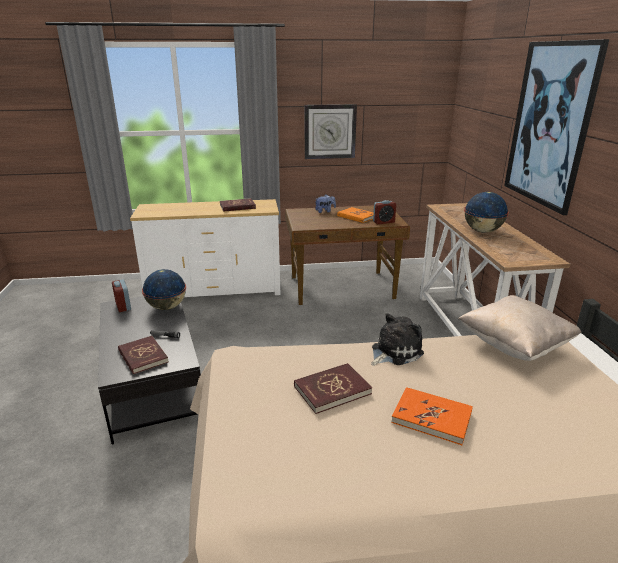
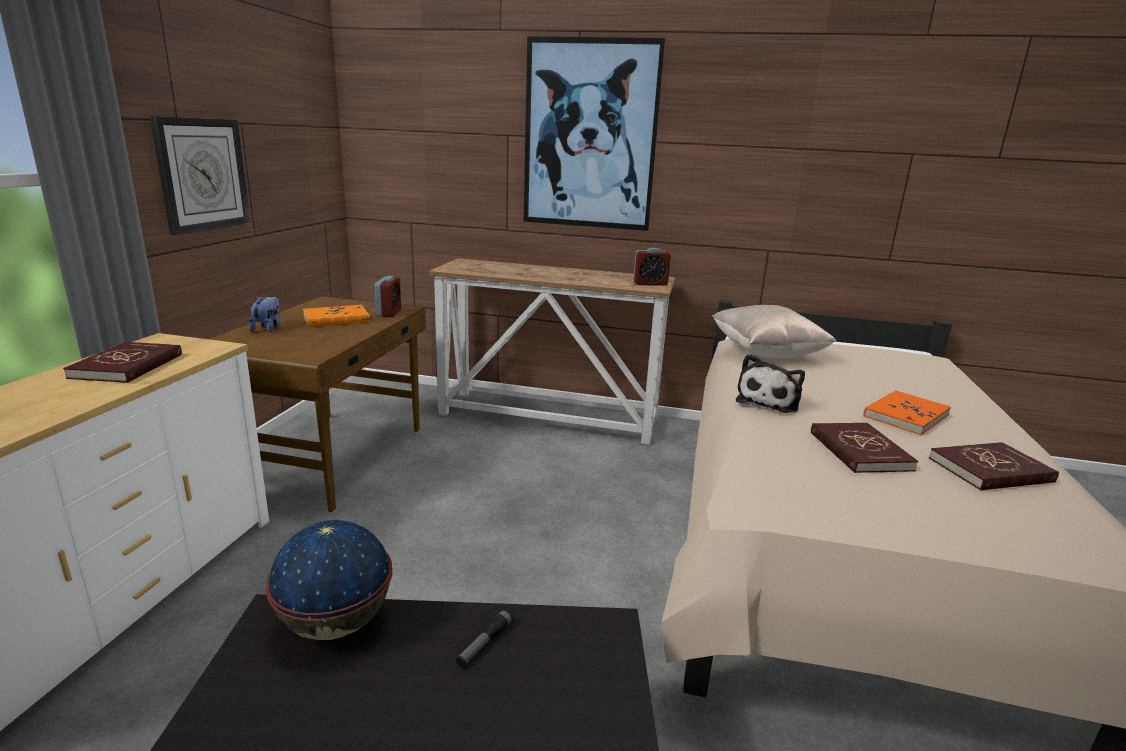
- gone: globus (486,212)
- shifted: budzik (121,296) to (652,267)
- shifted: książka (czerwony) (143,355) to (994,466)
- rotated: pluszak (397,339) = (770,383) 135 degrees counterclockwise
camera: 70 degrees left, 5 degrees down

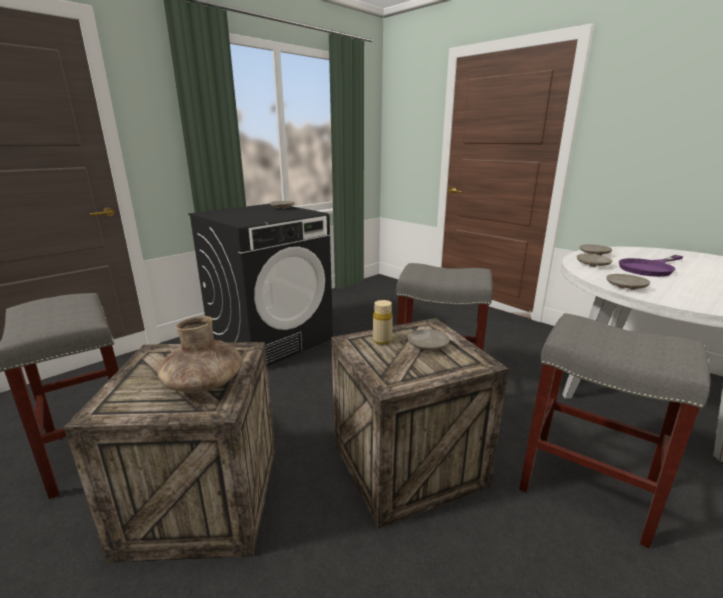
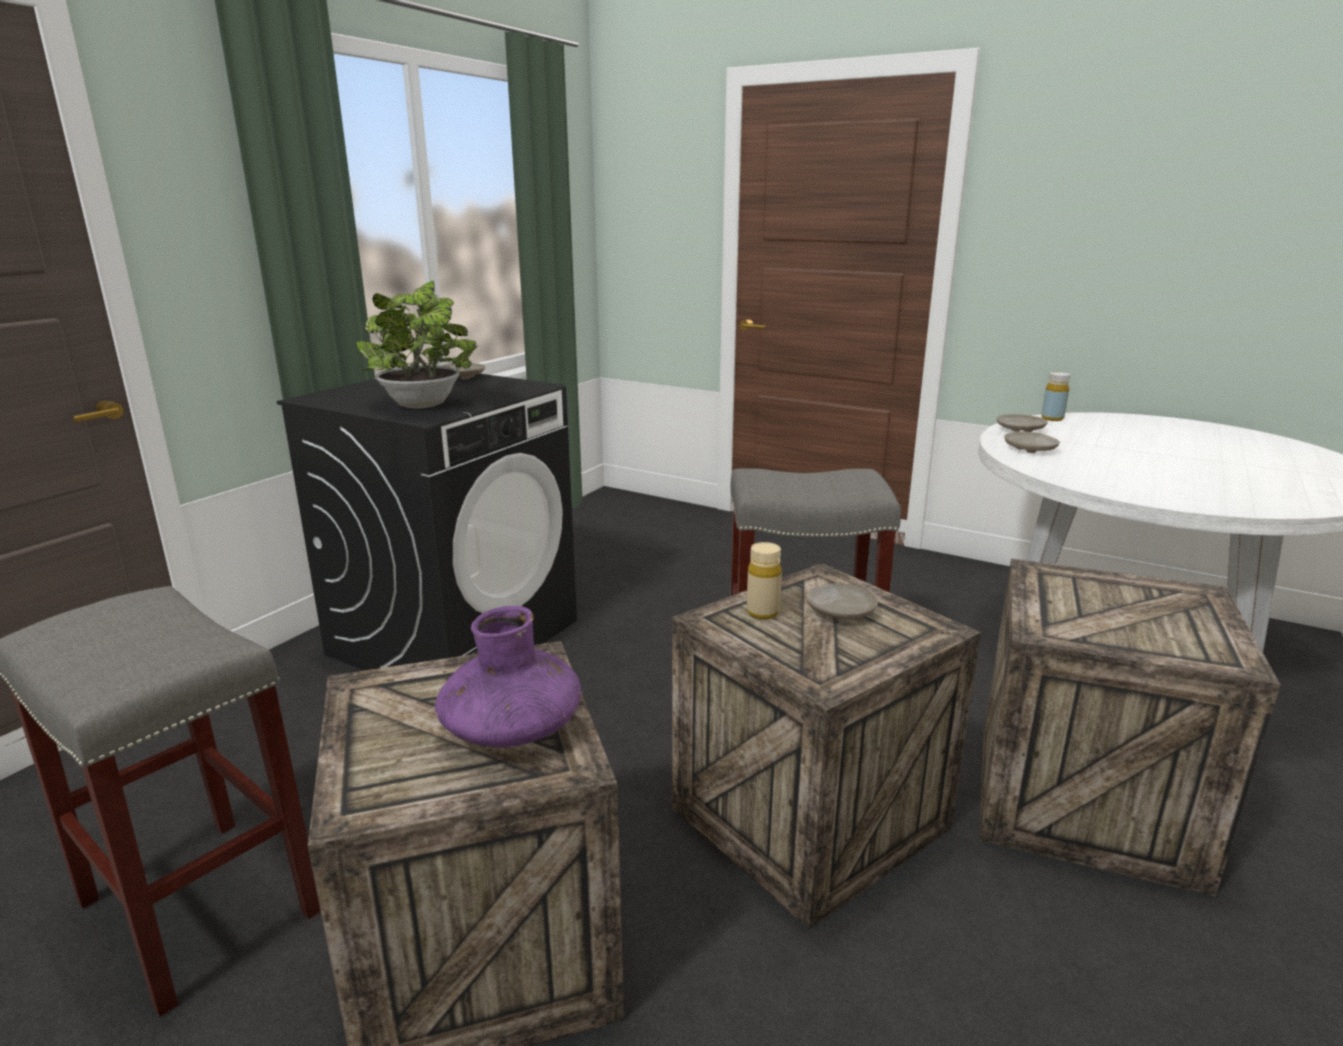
- gone: talerz (beżowy) (628,282)
- gone: patelnia (fioletowy) (651,266)
- new: roślina doniczkowa (417,344)
- new: butelka (żółty) (1055,396)
- swapped: stołek (szary) (614,430) to skrzynka (1130,728)
- repainted: wazon (brązowy) (200,354) to wazon (fioletowy) (508,677)
camera: 15 degrees left, 0 degrees up

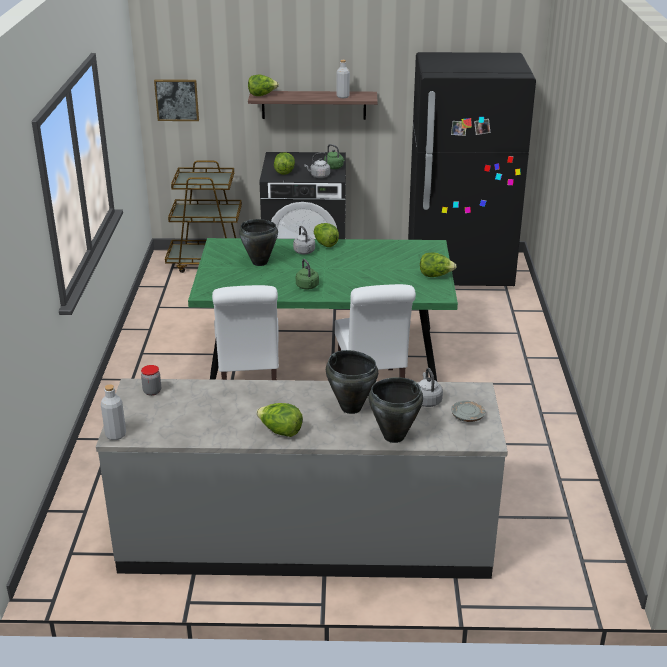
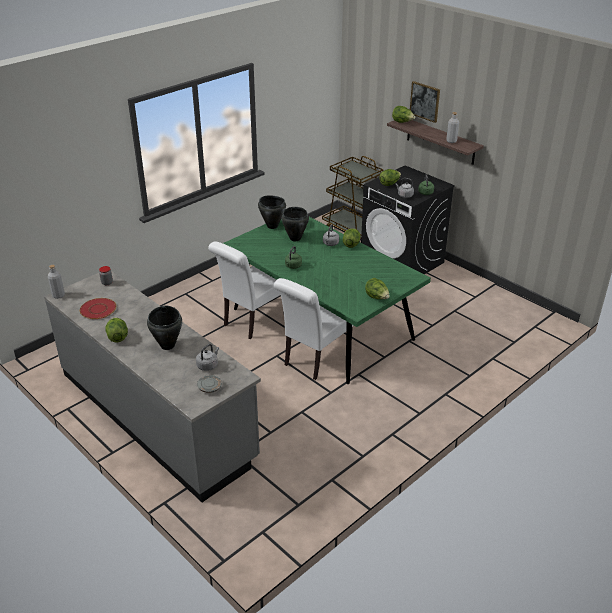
- gone: lodówka (czarny) (472,169)
- new: talerz (czerwony) (98,308)
- shifted: obraz (176,100) to (425,102)
- shifted: garnek (czarny) (395,410) to (272,212)
camera: 45 degrees right, 5 degrees up

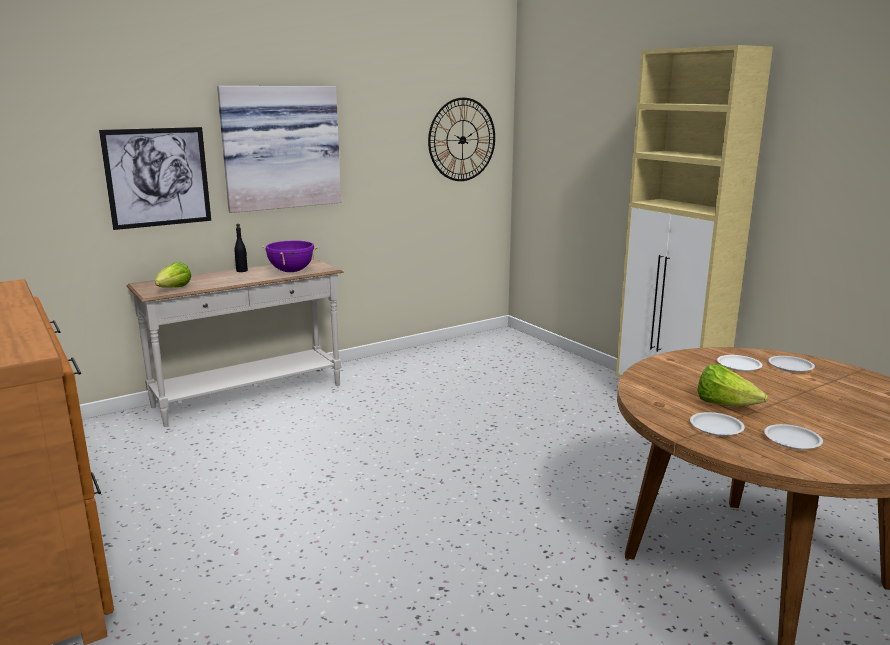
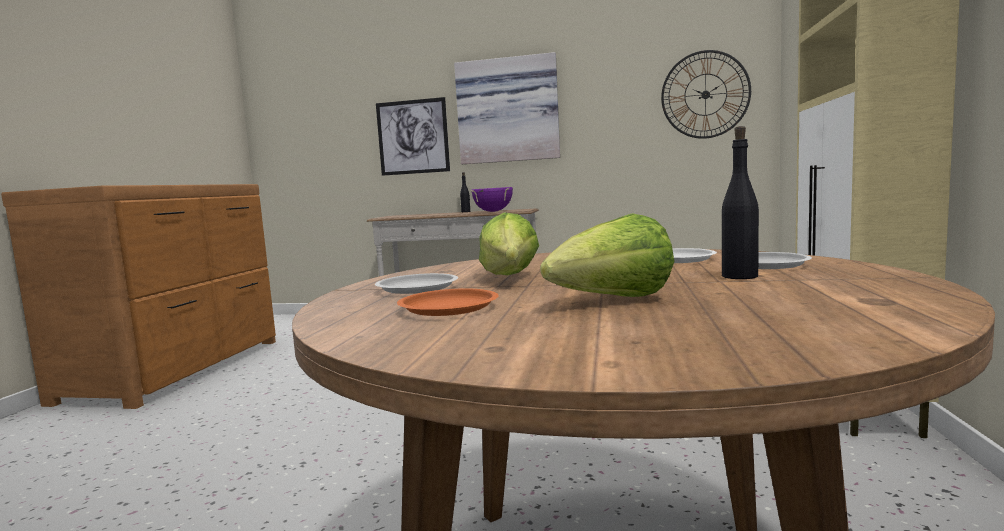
- new: butelka (czarny) (740,202)
- shifted: sałata (173,275) to (607,255)
- repainted: talerz (biały) (793,437) to talerz (pomarańczowy) (448,302)
camera: 45 degrees right, 10 degrees down

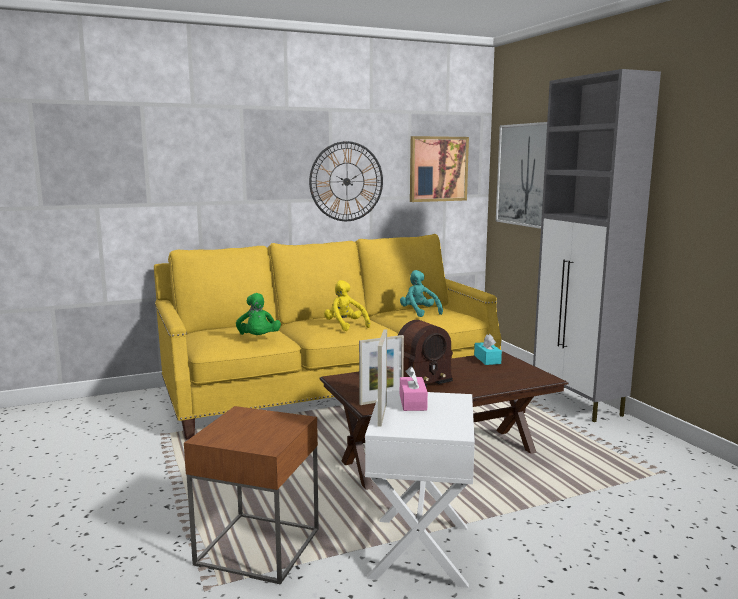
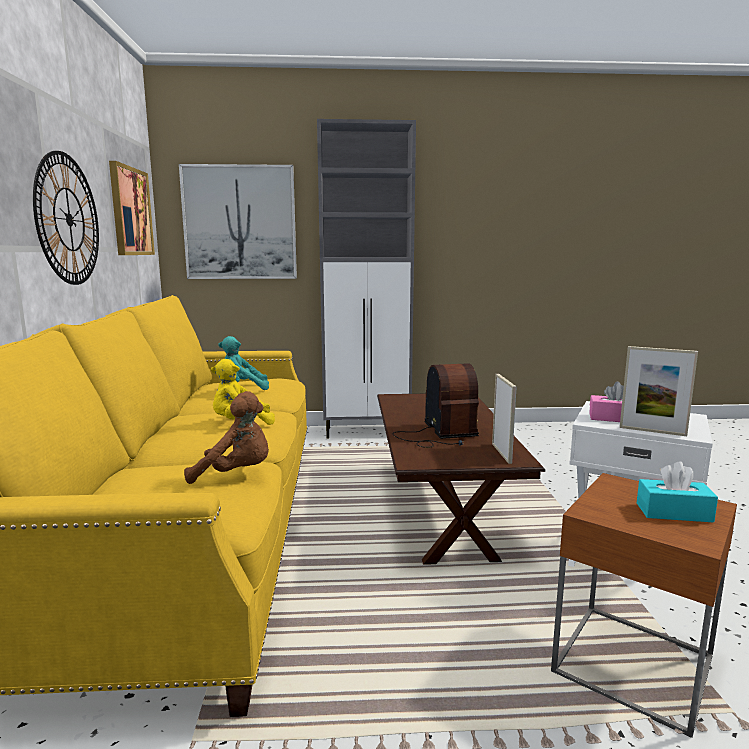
- shifted: pudełko chusteczek (turkusowy) (488,349) to (677,492)
- repainted: pluszak (zielony) (258,314) to pluszak (brązowy) (226,437)
camera: 70 degrees left, 0 degrees up

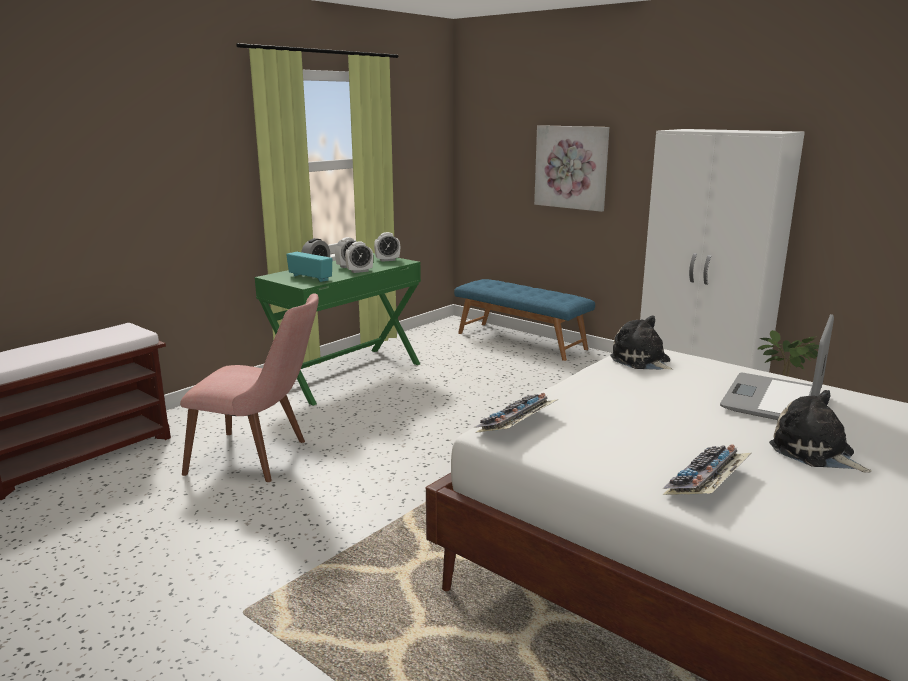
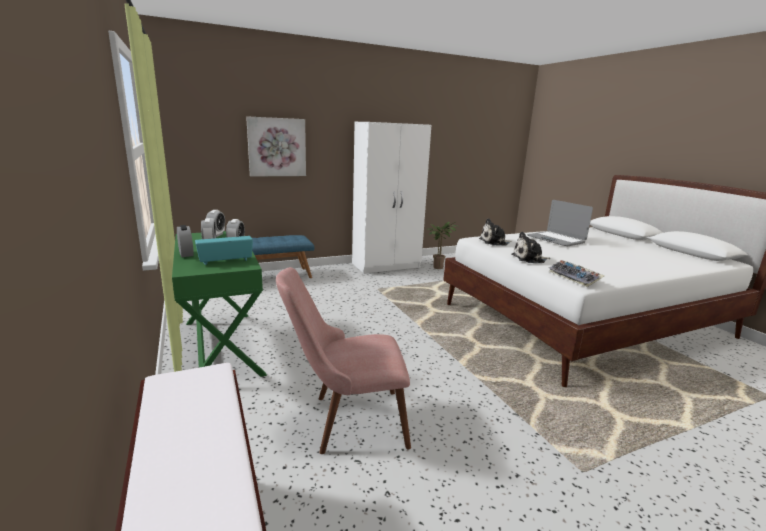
- gone: klawiatura (706,470)
- shifted: pluszak (820,431) to (531,247)
- rotated: krzesło (różowy) (249,387) = (343,360) 135 degrees counterclockwise
camera: 65 degrees left, 0 degrees up

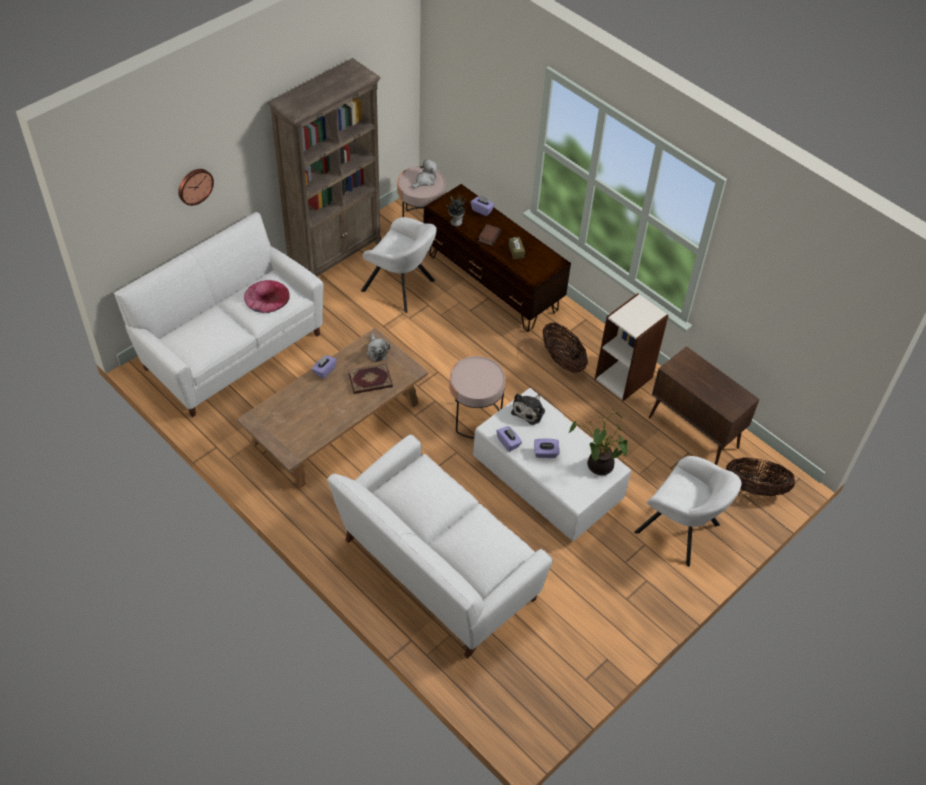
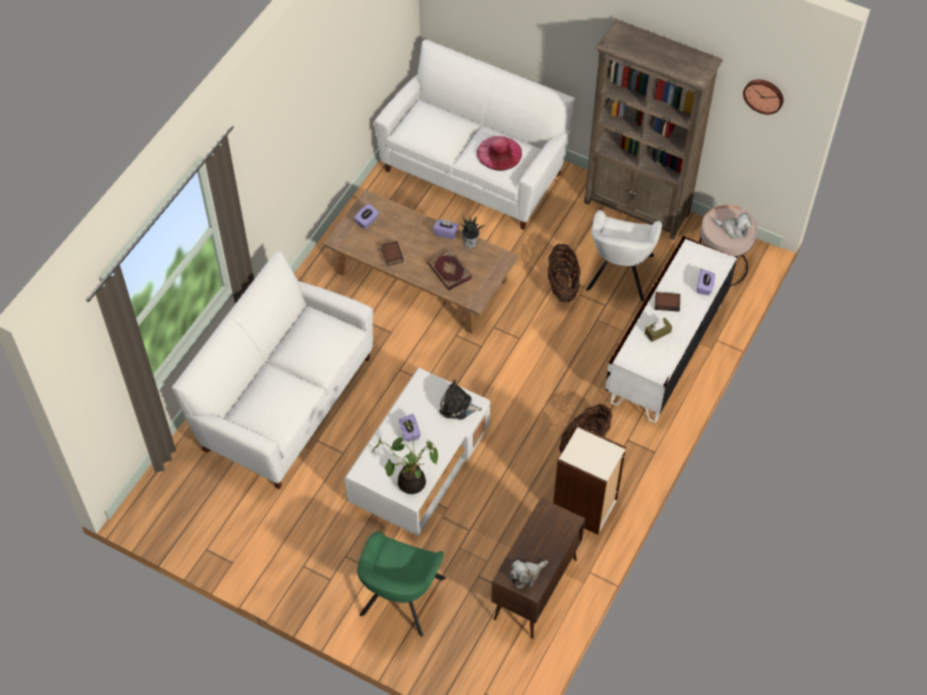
- gone: stolik (różowy) (477,397)
- new: książka (392,253)
- shifted: zegar ścienny (196,187) to (763,97)
- shifted: pluszak (378,347) to (529,574)
- shifted: roślina doniczkowa (456,210) to (473,231)
- shifted: pudełko chusteczek (fioletowy) (509,439) to (366,216)
- shifted: koszyk (760,476) to (564,273)
- repainted: szafka pod telewizor (brązowy) (497,258) to szafka pod telewizor (biały) (671,329)
- repainted: fotel (biały) (687,511) to fotel (zielony) (401,583)
camera: 75 degrees right, 5 degrees up

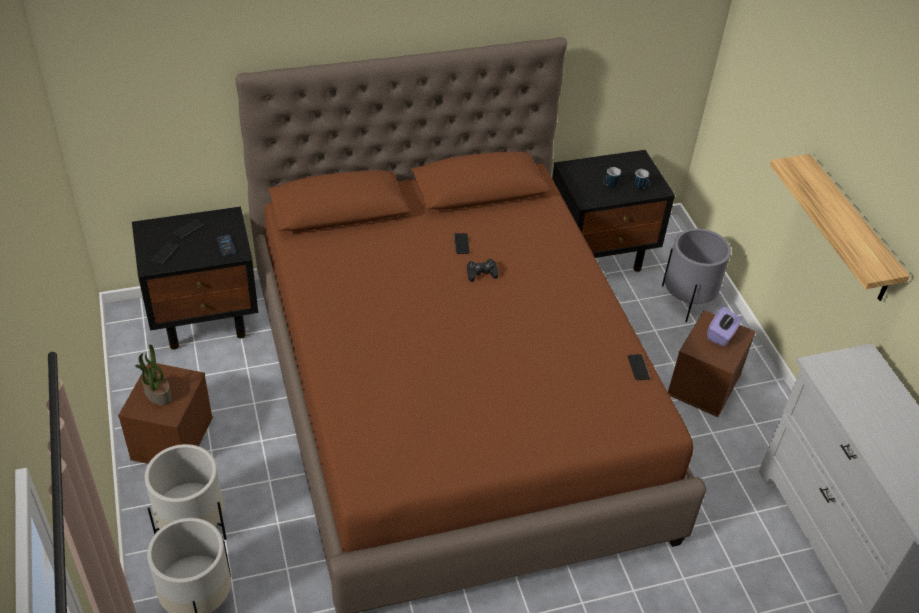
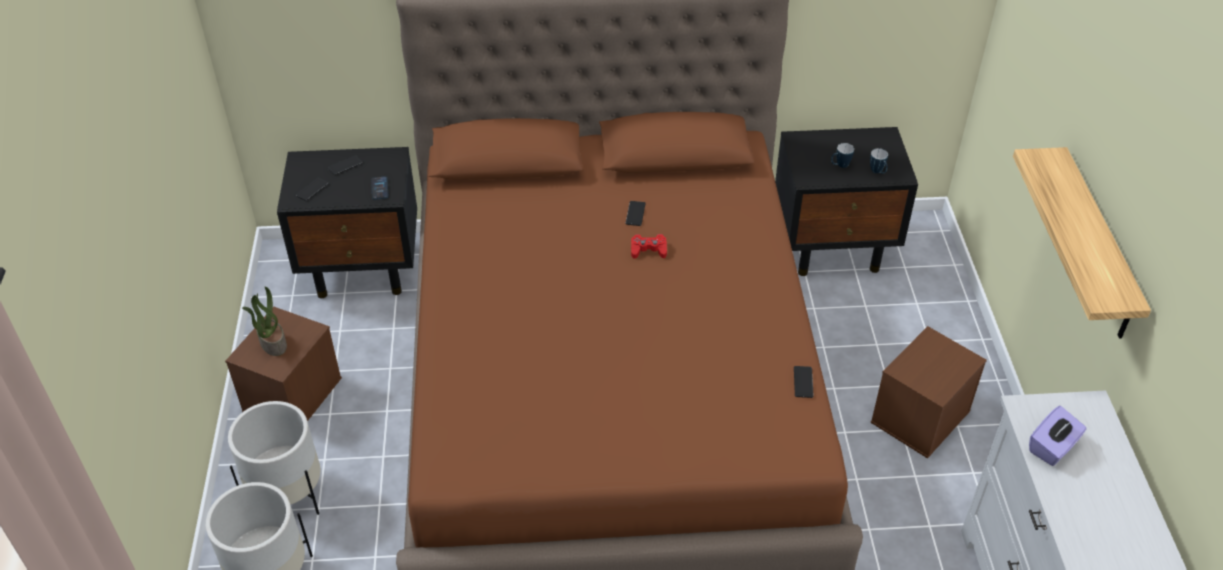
- gone: donica (szary) (696,275)
- shifted: pudełko chusteczek (fioletowy) (724,327) to (1058,436)
- repainted: pad do gier (czarny) (482,270) to pad do gier (czerwony) (649,246)
camera: 15 degrees right, 0 degrees up

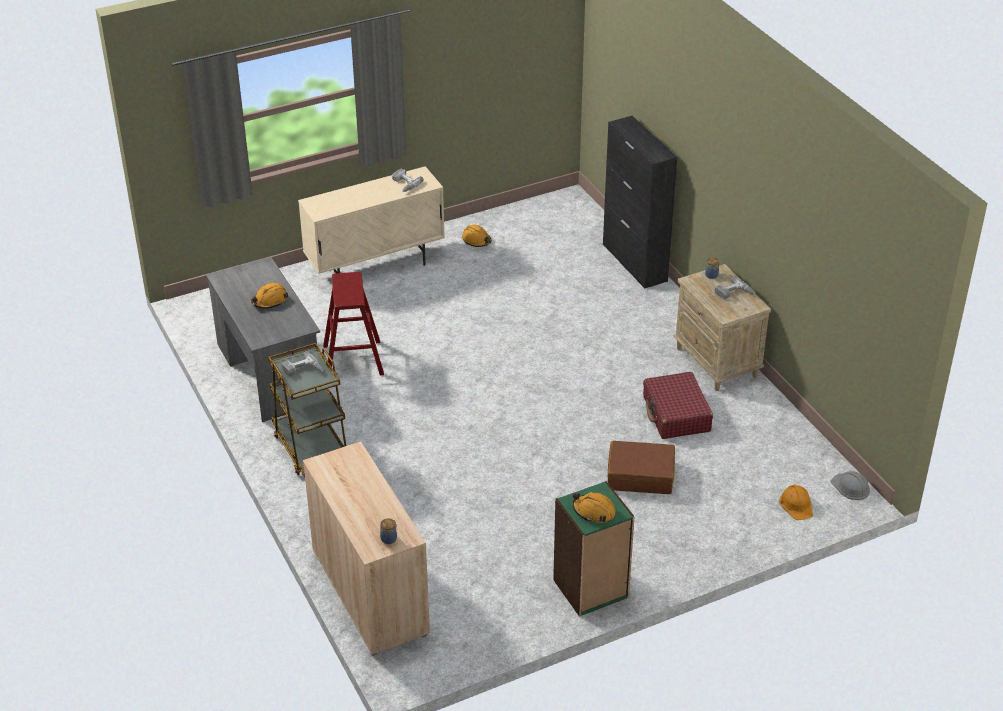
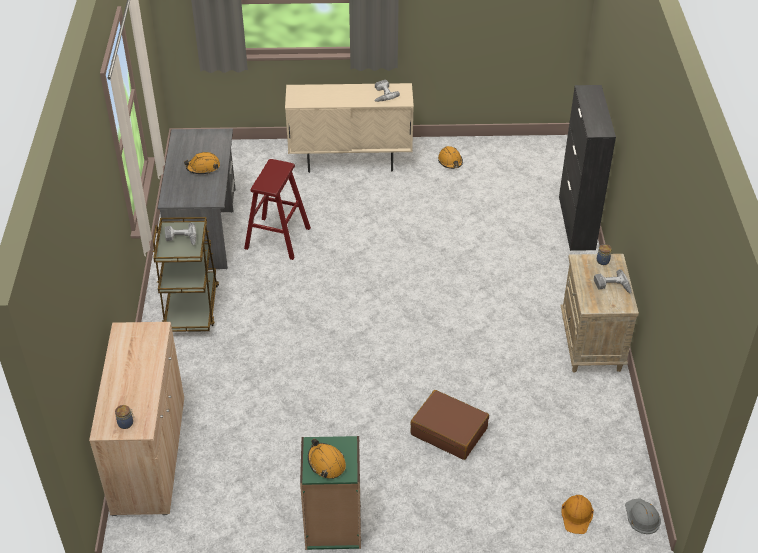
- gone: walizka (czerwony) (678,405)
camera: 25 degrees right, 5 degrees up

